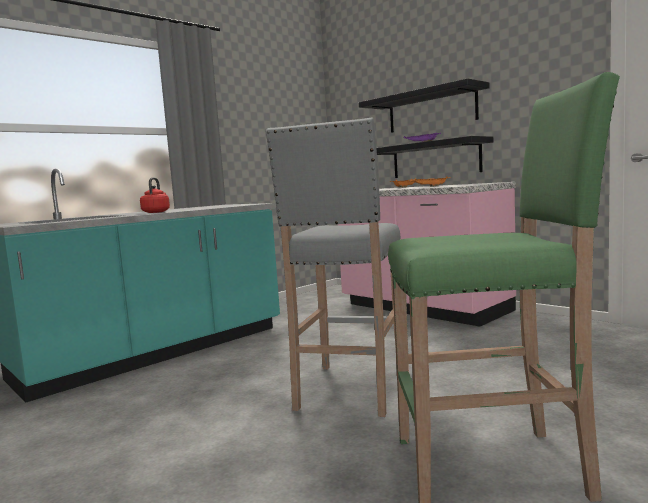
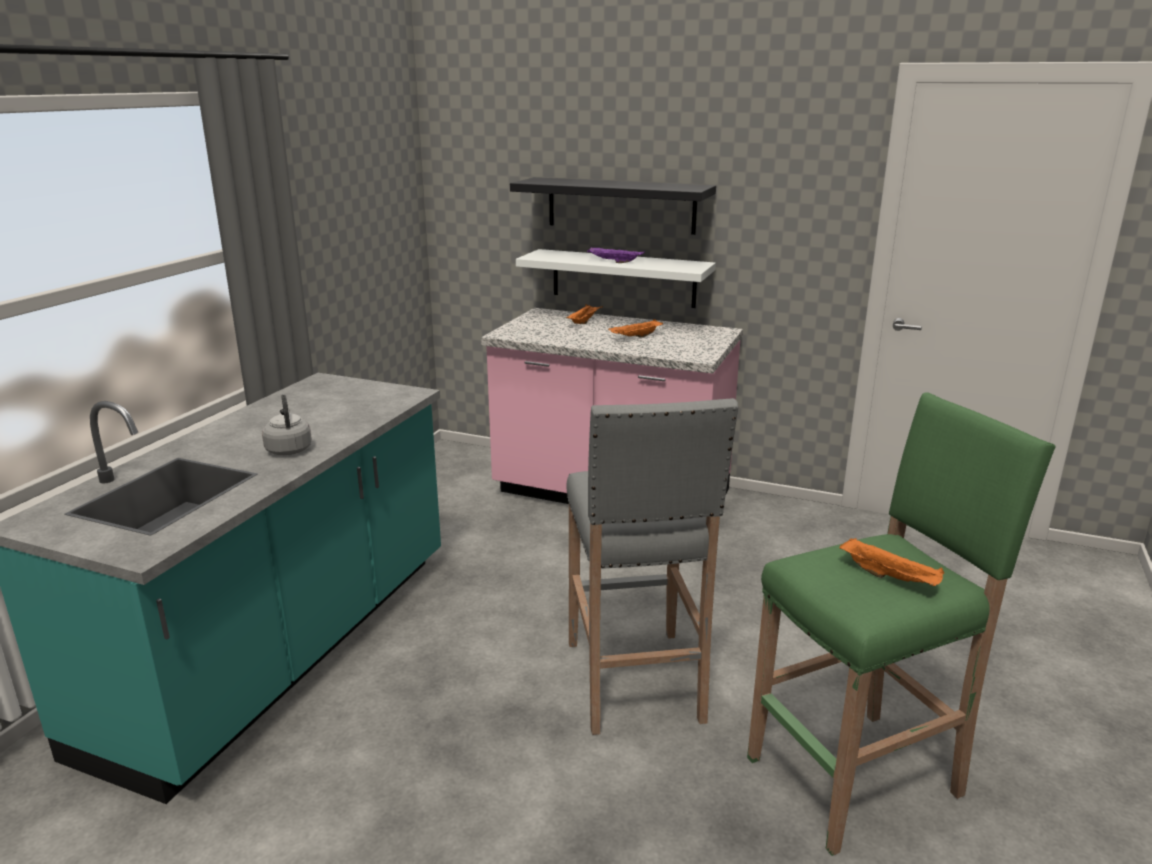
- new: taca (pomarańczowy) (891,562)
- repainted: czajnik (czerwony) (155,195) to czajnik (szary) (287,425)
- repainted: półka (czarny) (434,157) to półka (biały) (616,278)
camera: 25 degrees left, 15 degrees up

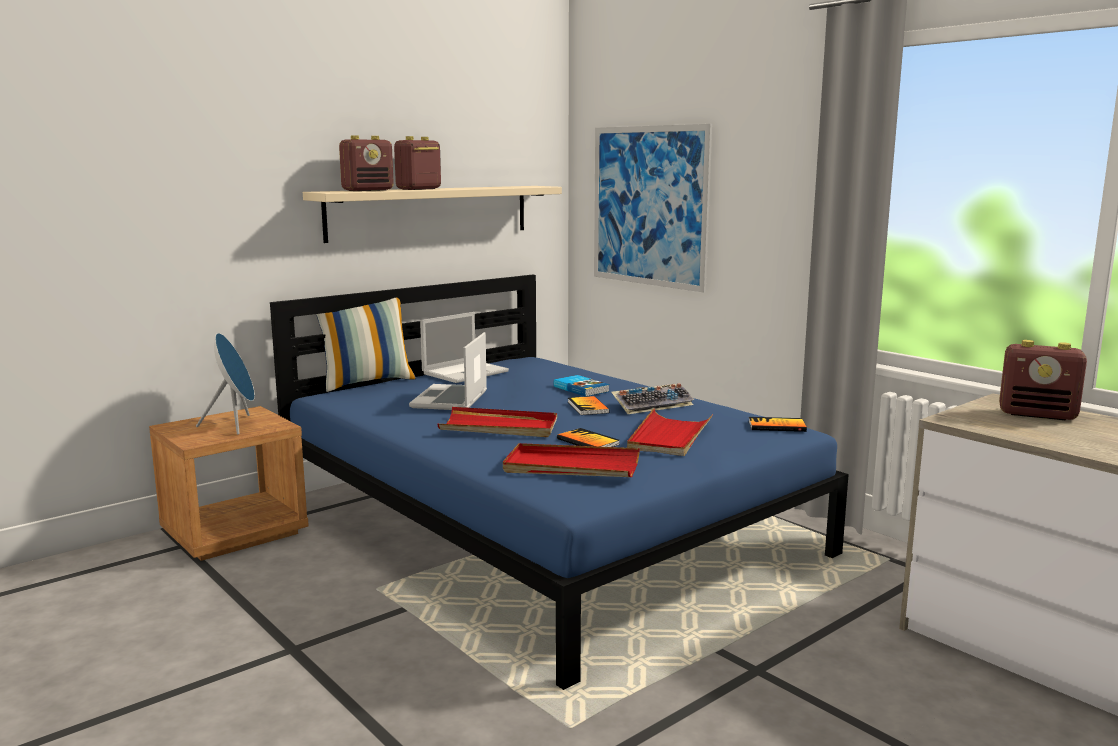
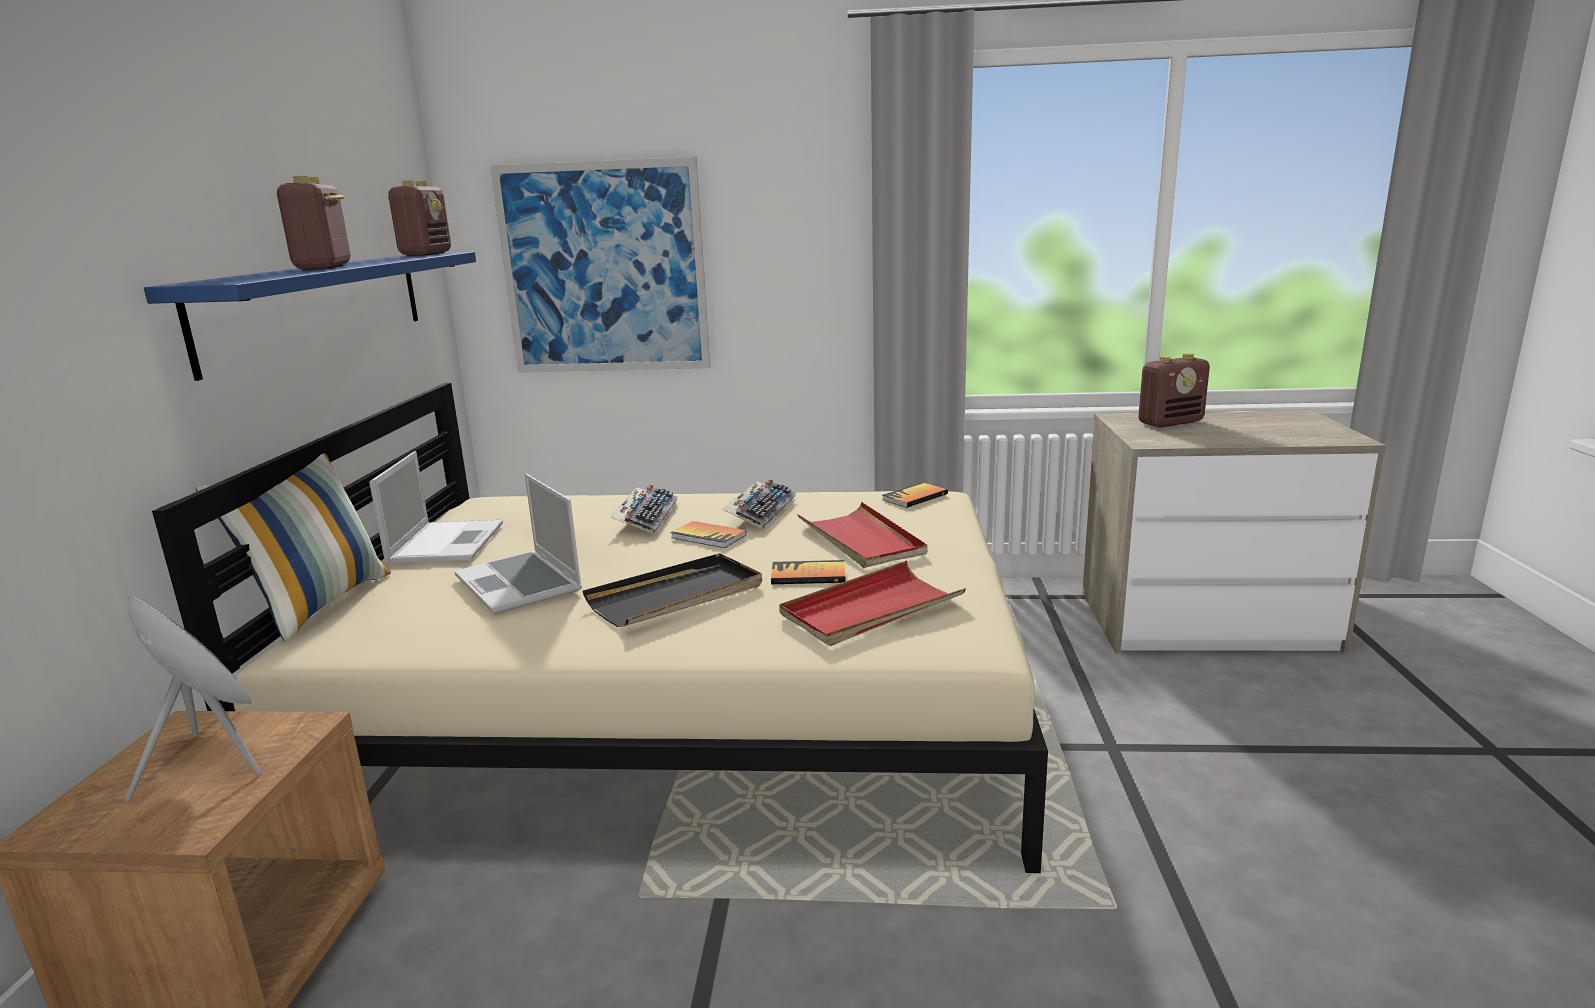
- shifted: radio (366,163) to (419,218)
- swapped: książka (581,386) to klawiatura (644,509)
- repainted: łóżko (niebieski) (559,482) to łóżko (beżowy) (600,628)
- repainted: półka (beżowy) (432,214) to półka (niebieski) (310,316)
- repainted: taca (czerwony) (497,422) to taca (czarny) (672,590)
camera: 45 degrees left, 5 degrees up

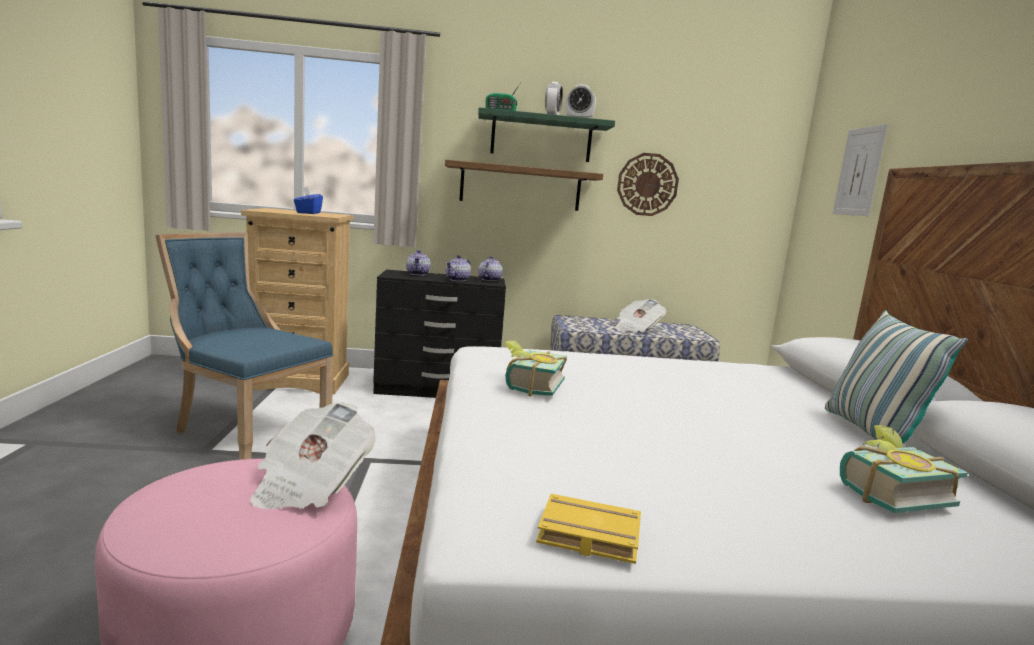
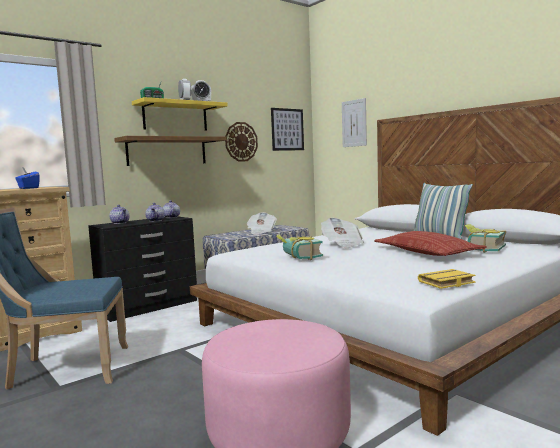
- new: obraz (287,129)
- new: poduszka (430,243)
- shifted: gazeta (312,455) to (342,233)
- repainted: półka (zielony) (546,134) to półka (żółty) (180,114)
camera: 35 degrees left, 5 degrees down

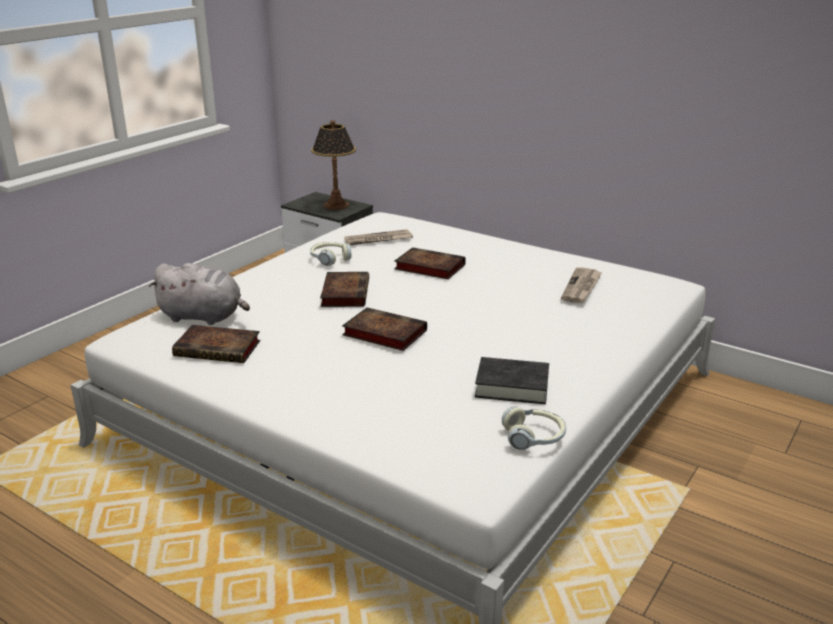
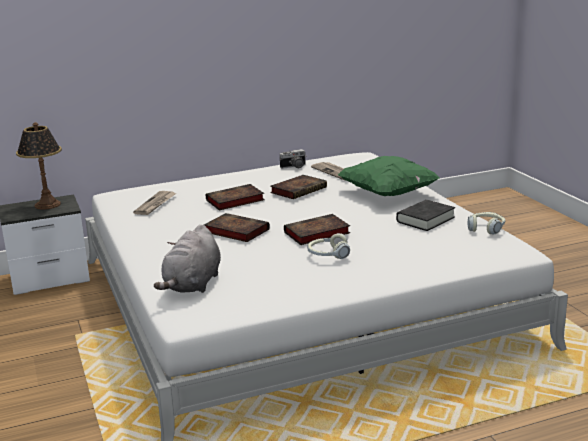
- new: aparat fotograficzny (293,158)
- new: poduszka (zielony) (389,176)
- shifted: książka (216,344) to (298,187)
- shifted: słuchawki (331,254) to (328,246)
- rotated: pluszak (szary) (199,294) = (187,259) 150 degrees clockwise
camera: 55 degrees left, 5 degrees down

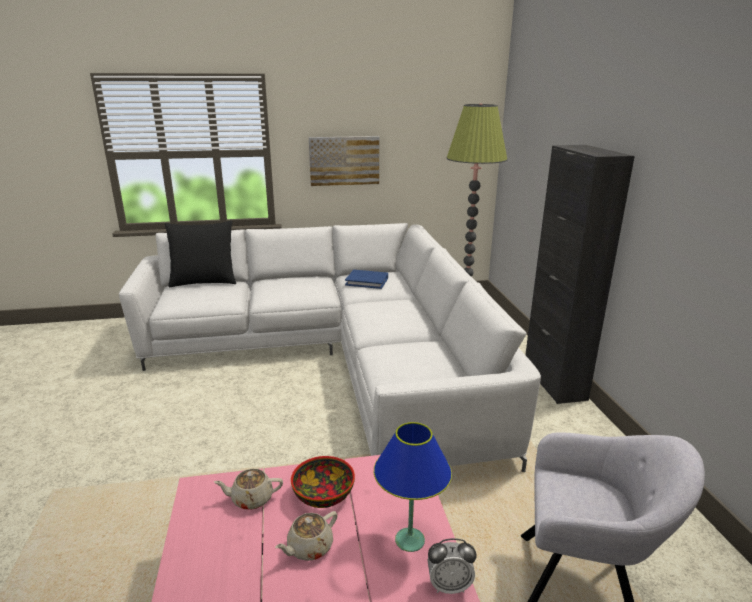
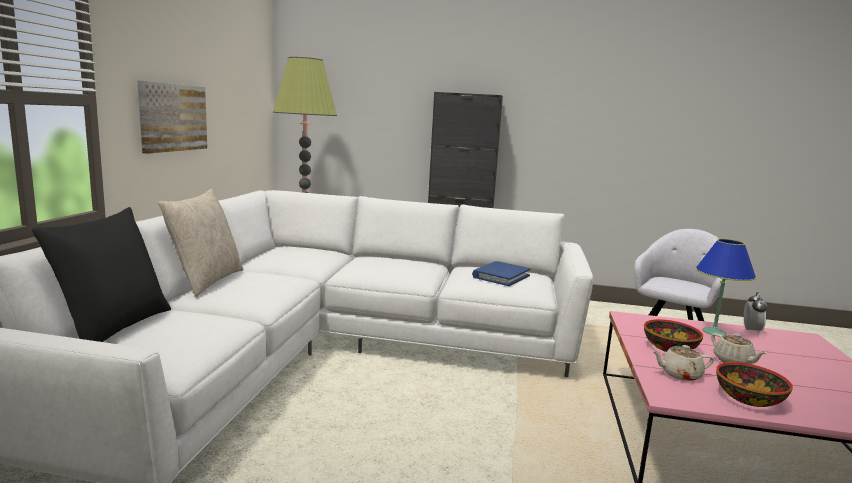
- new: poduszka (beżowy) (201,242)
- new: miska (754,384)
- shifted: książka (niebieski) (366,279) to (501,273)
- rotated: imbryk (beżowy) (248,489) = (683,363) 75 degrees clockwise
camera: 70 degrees left, 10 degrees down

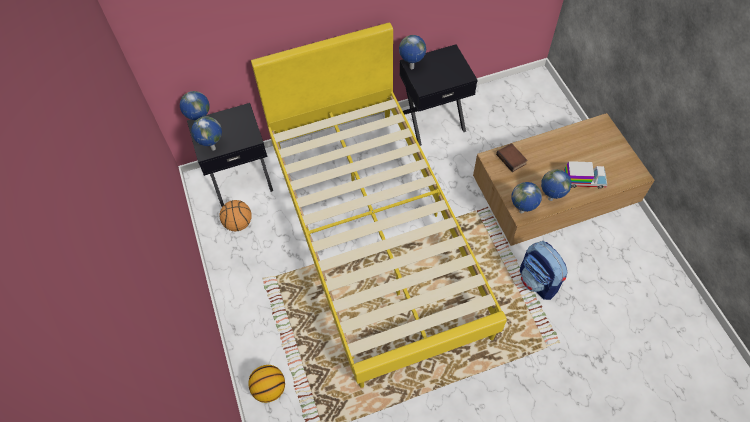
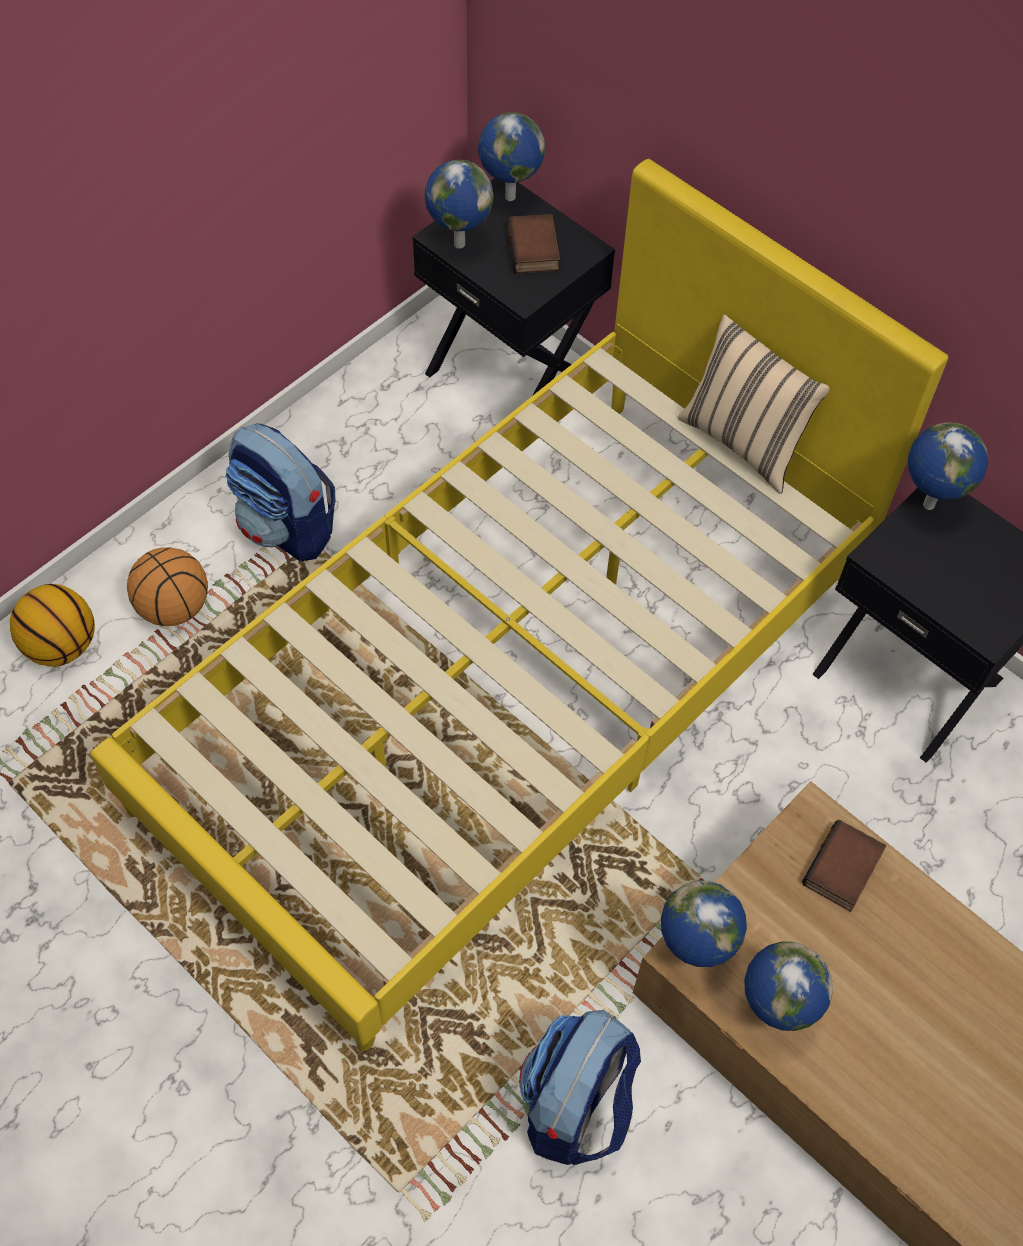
- gone: ciężarówka zabawkowa (585,175)
- new: plecak (281,492)
- new: książka (533,244)
- new: poduszka (beżowy) (753,404)
- shifted: piłka do koszykówki (235,215) to (167,586)
camera: 60 degrees right, 0 degrees up

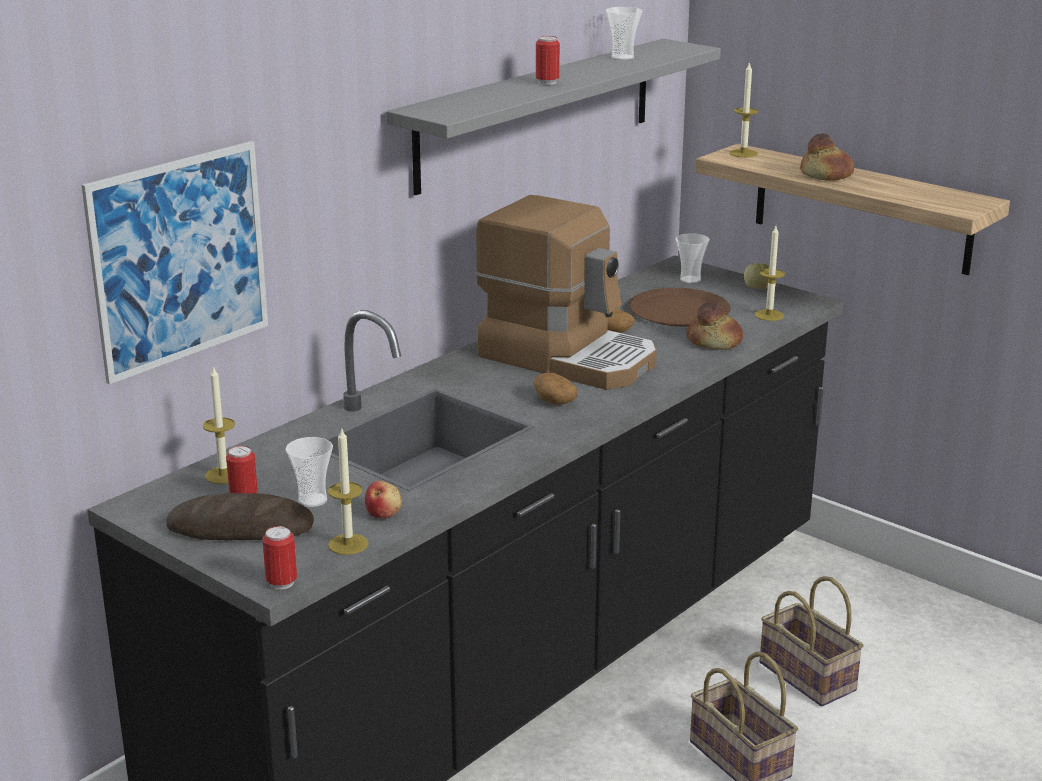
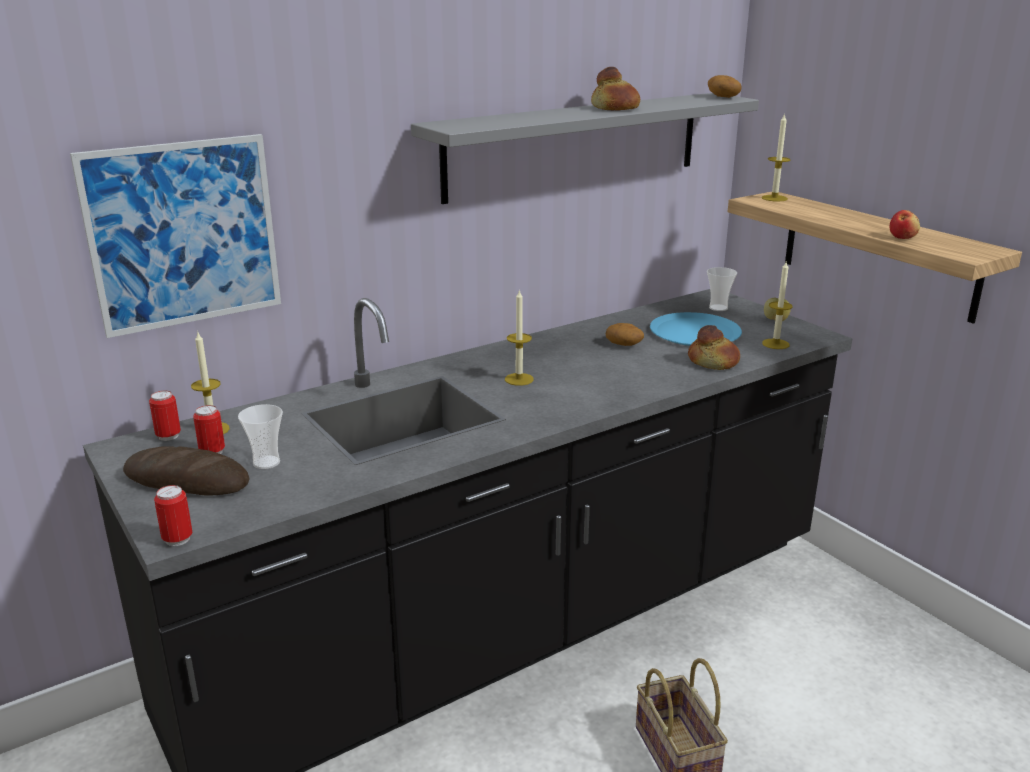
- gone: ekspres do kawy (566,292)
- gone: filiżanka (624,33)
- gone: koszyk (811,641)
- shifted: świeca (348,491) to (519,337)
- shifted: jabłko (383,500) to (904,224)
- shifted: ziemniak (555,389) to (725,86)
- shifted: puszka (548,60) to (165,416)
- shifted: chleb (827,157) to (615,89)
- repainted: talerz (brązowy) (680,307) to talerz (niebieski) (696,329)
camera: 15 degrees right, 0 degrees up

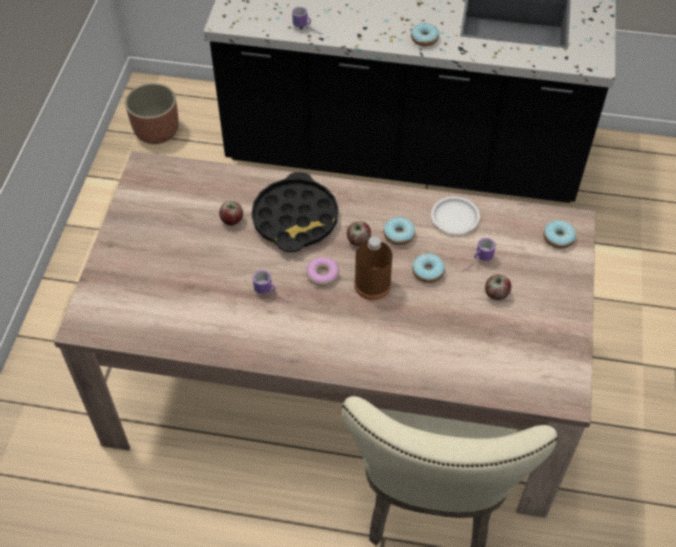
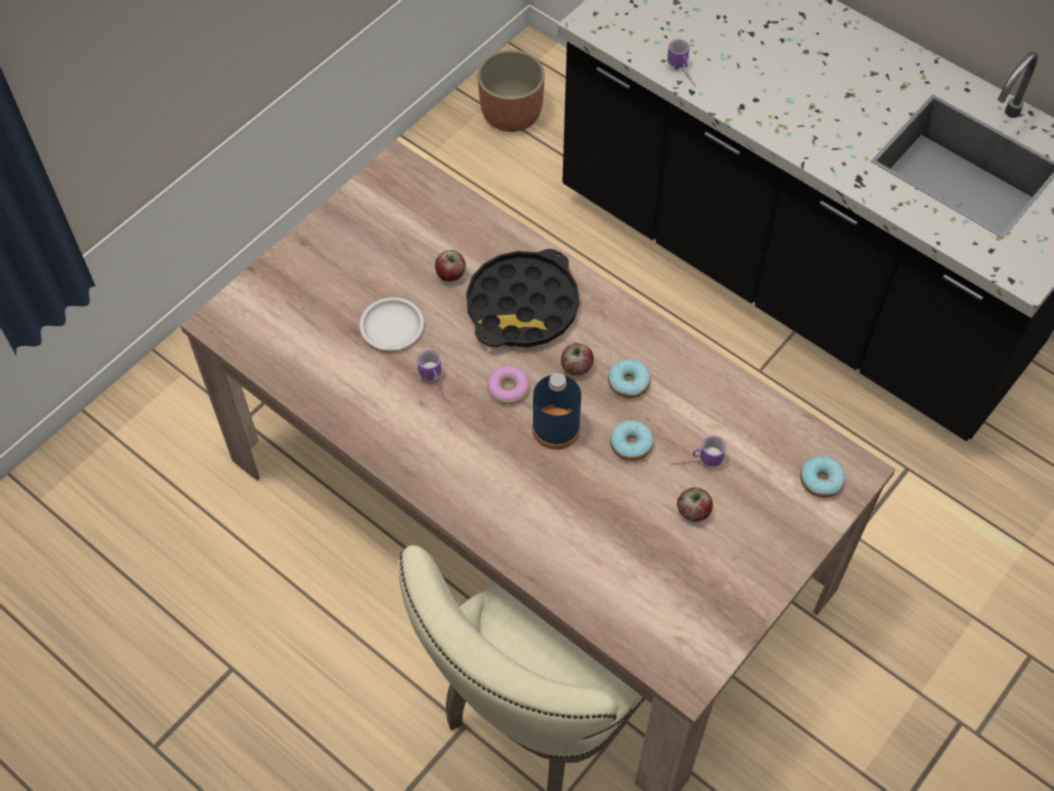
- gone: donut (425,34)
- shifted: talerz (biały) (455,215) to (392,323)
- repainted: butelka (brązowy) (373,268) to butelka (niebieski) (556,411)
camera: 30 degrees right, 5 degrees up

